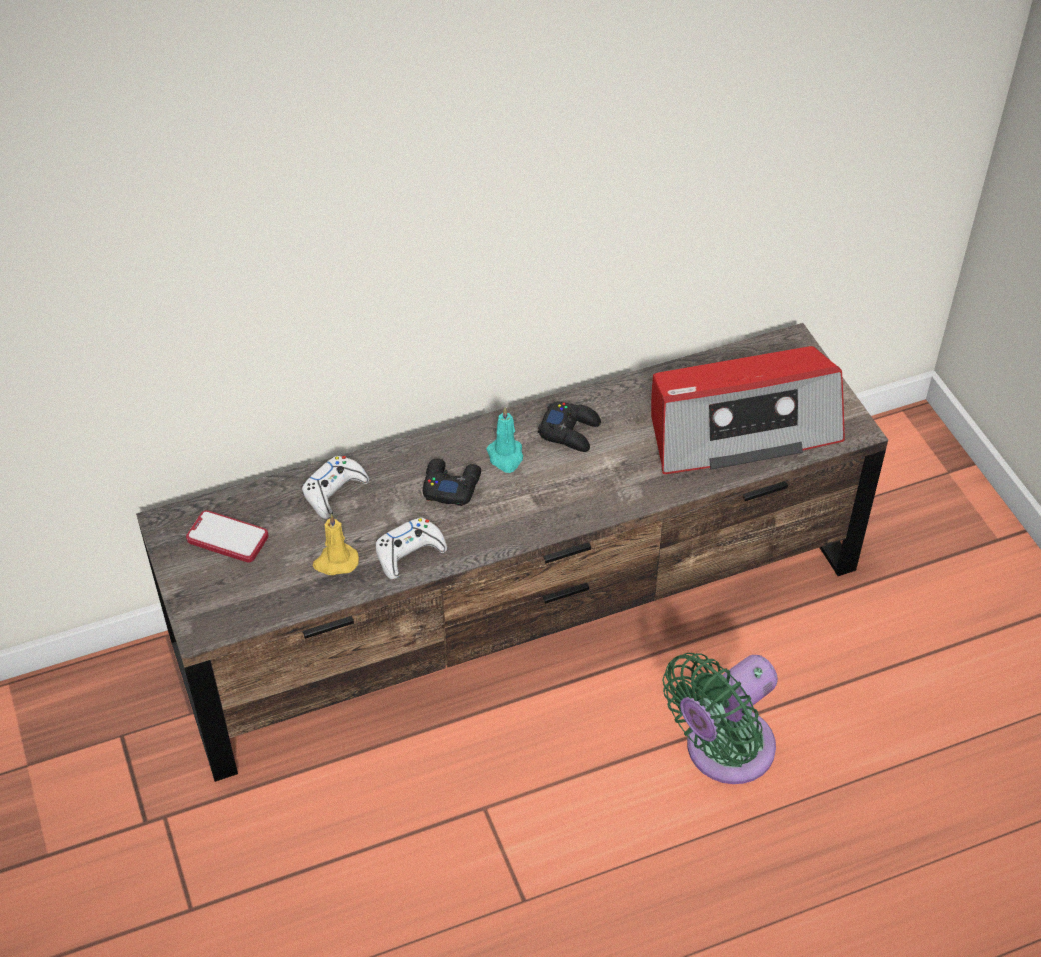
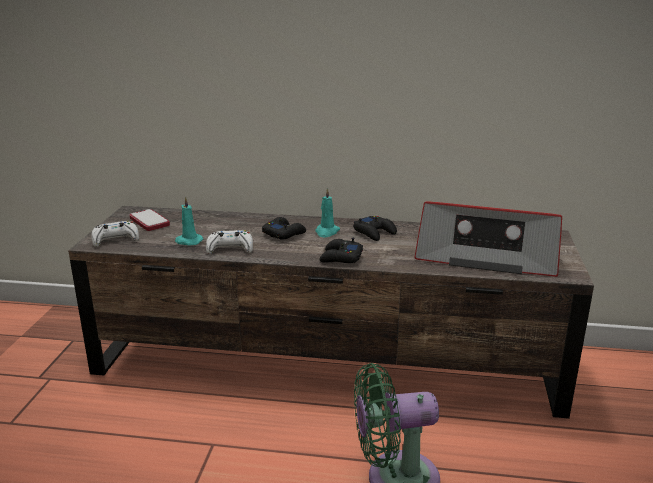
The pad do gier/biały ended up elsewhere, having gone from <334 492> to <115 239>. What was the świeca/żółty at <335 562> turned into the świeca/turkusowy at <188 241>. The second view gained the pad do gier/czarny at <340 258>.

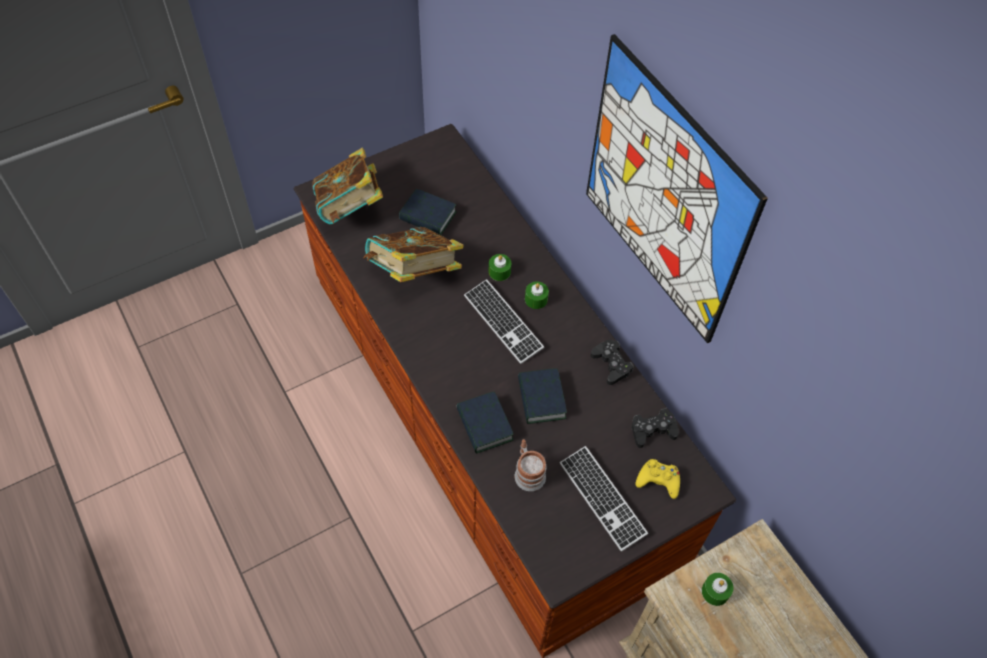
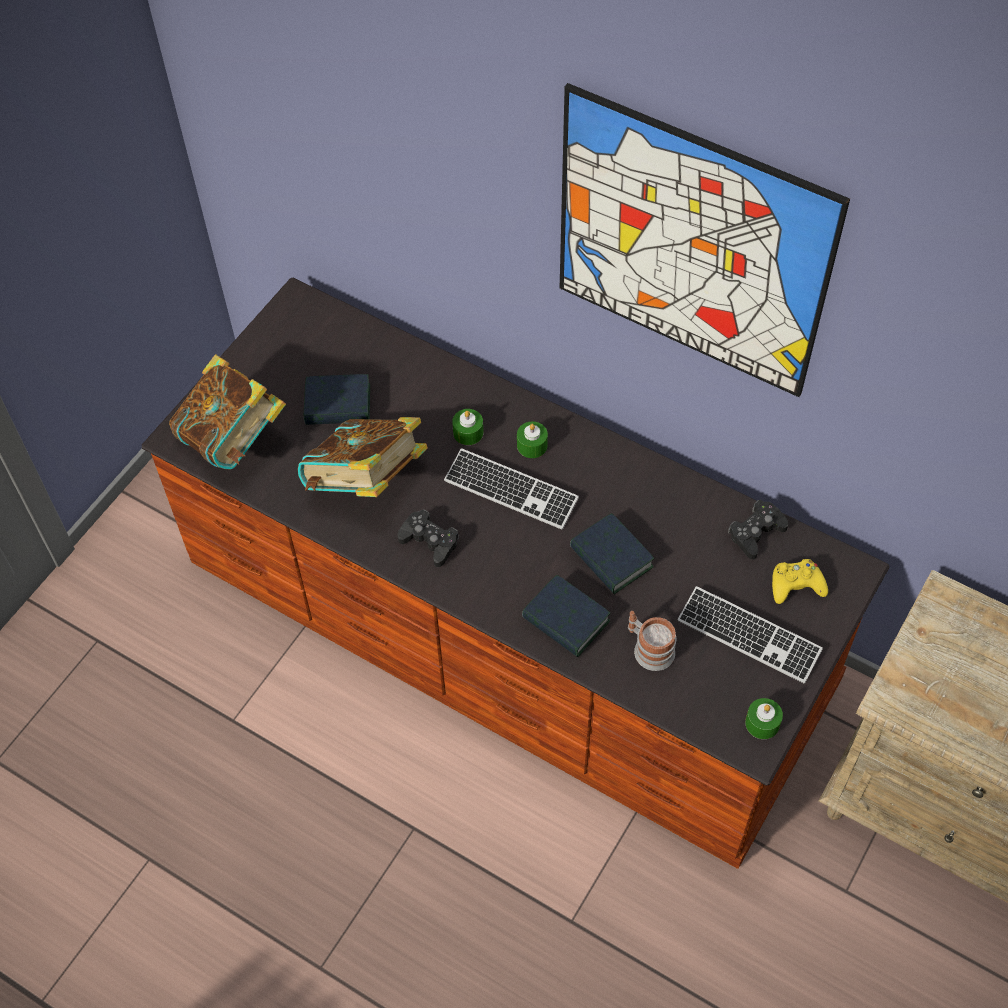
The pad do gier/czarny ended up elsewhere, having gone from <611 364> to <429 541>. The świeca/zielony ended up elsewhere, having gone from <715 592> to <762 723>.

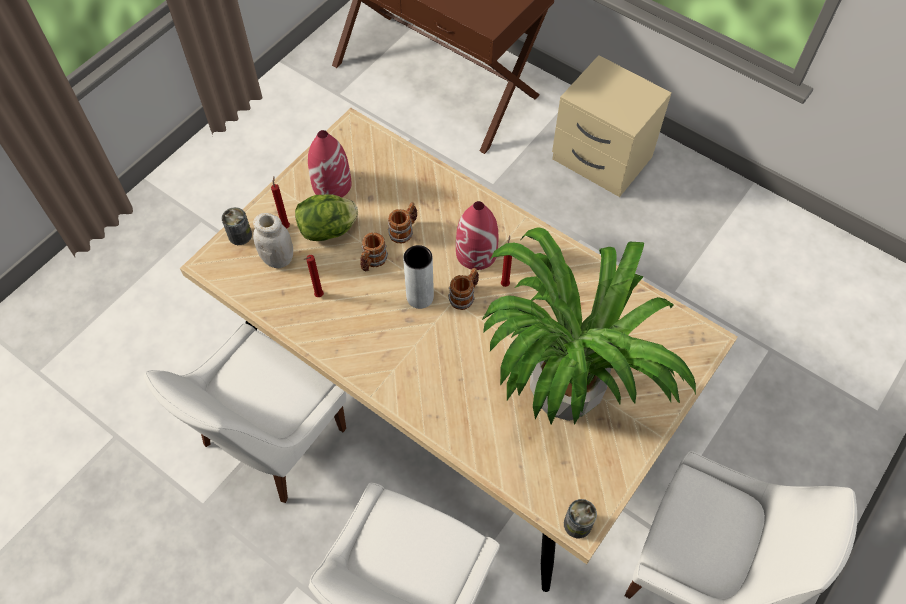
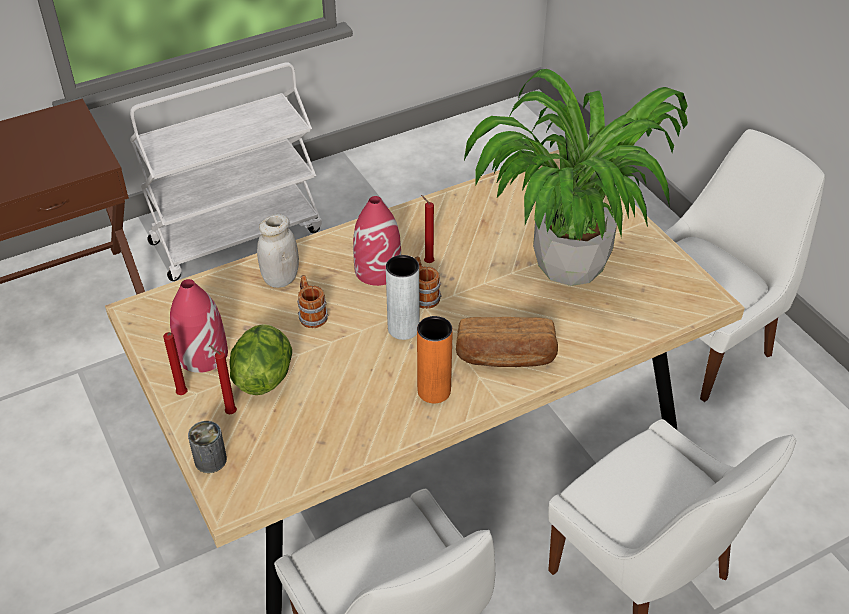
Where the szafka nocna/beżowy stood at <600 160>, the wózek/biały came to stand at <237 235>. The słoik/biały ended up elsewhere, having gone from <278 259> to <280 279>. The second view lost the kubek at <372 261>. The świeca/czerwony ended up elsewhere, having gone from <318 296> to <183 395>. The second view lost the puszka at <577 524>. The second view gained the wazon/pomarańczowy at <434 391>. The second view gained the chleb at <505 357>.

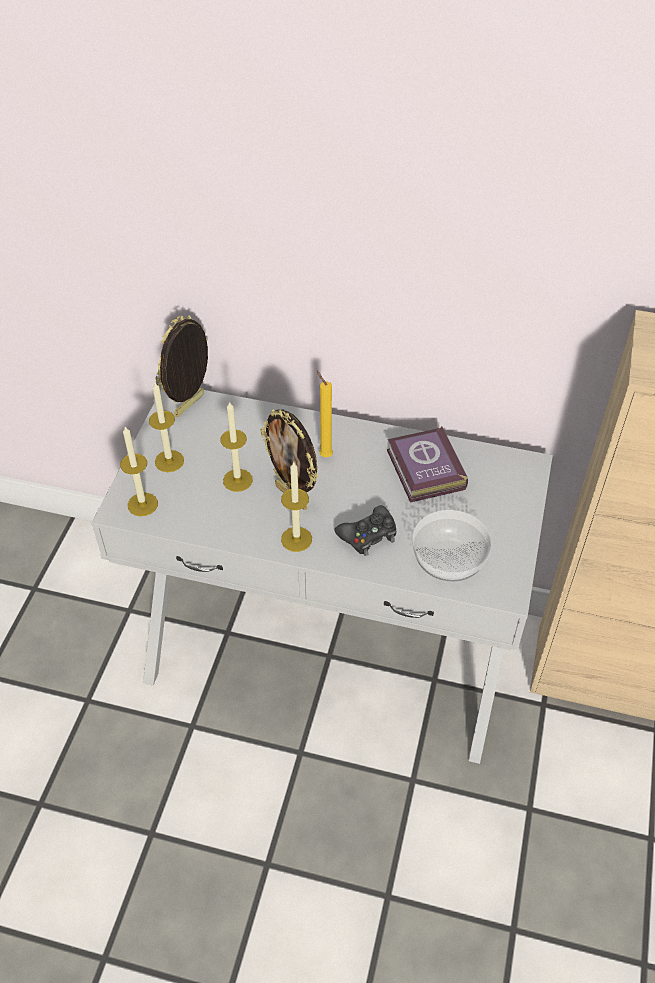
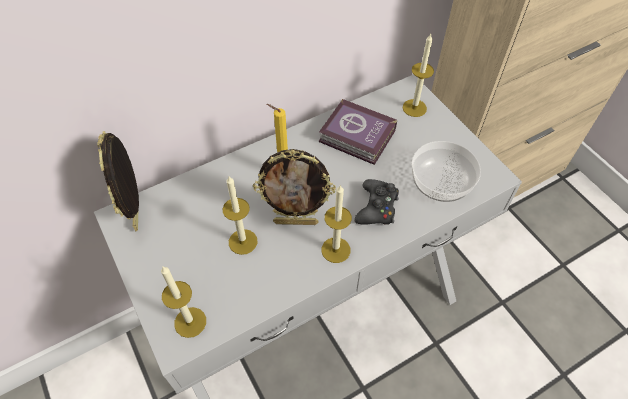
The świeca ended up elsewhere, having gone from <169 461> to <414 108>.

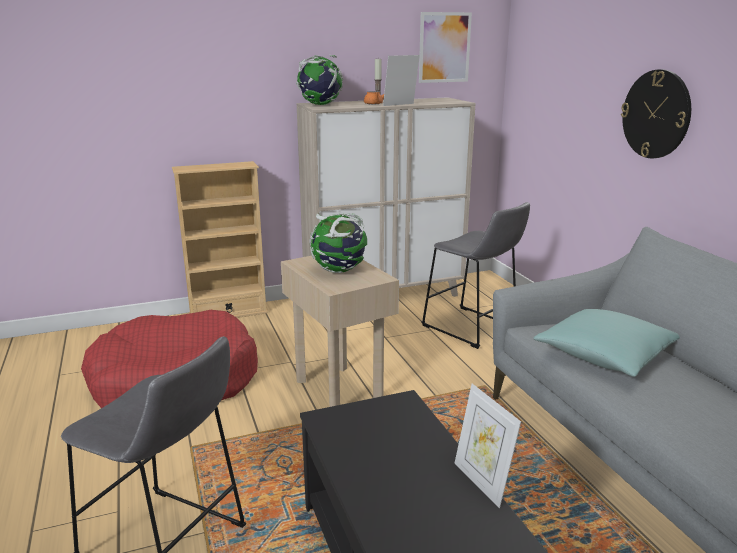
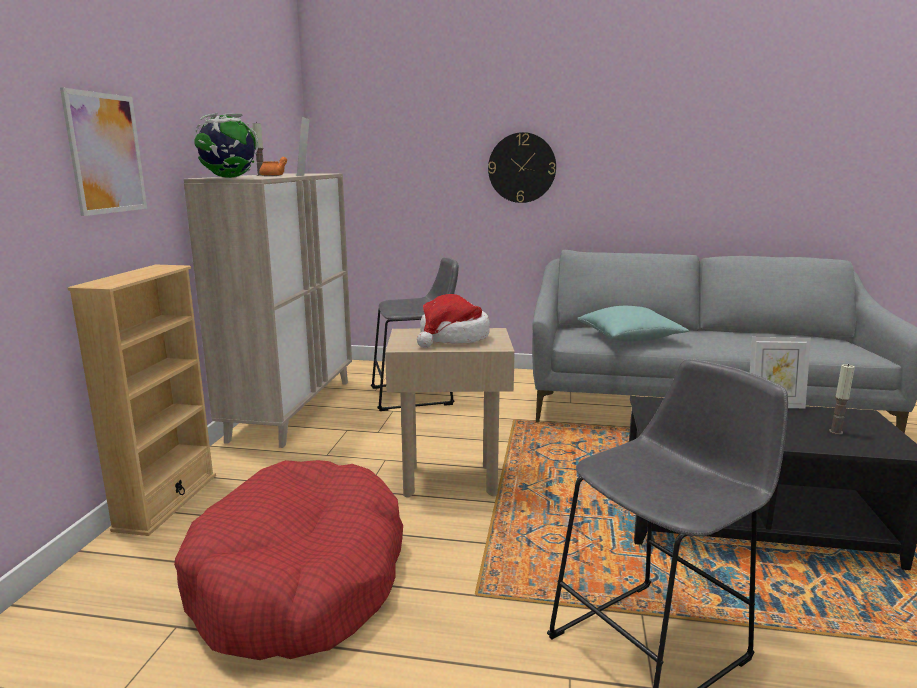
The obraz ended up elsewhere, having gone from <444 47> to <106 153>. Where the globus stood at <339 270>, the kapelusz came to stand at <453 338>. The second view gained the świeca at <836 432>.

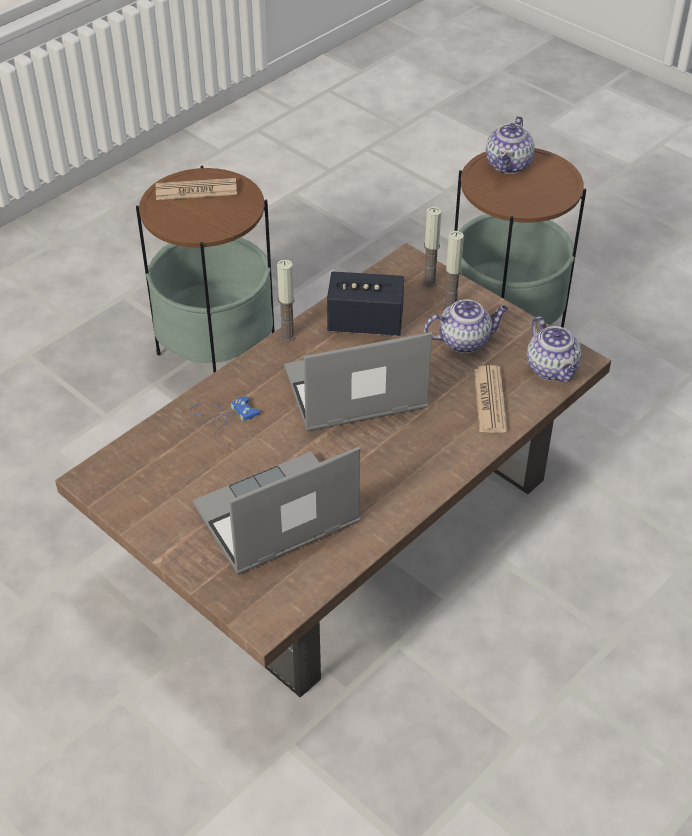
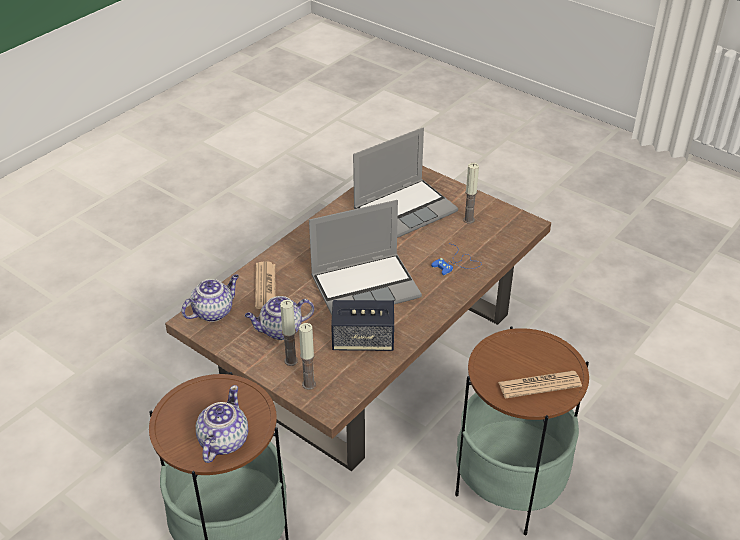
The świeca ended up elsewhere, having gone from <287 336> to <468 220>. The imbryk at <552 369> ended up facing another way, 75 degrees clockwise from before.

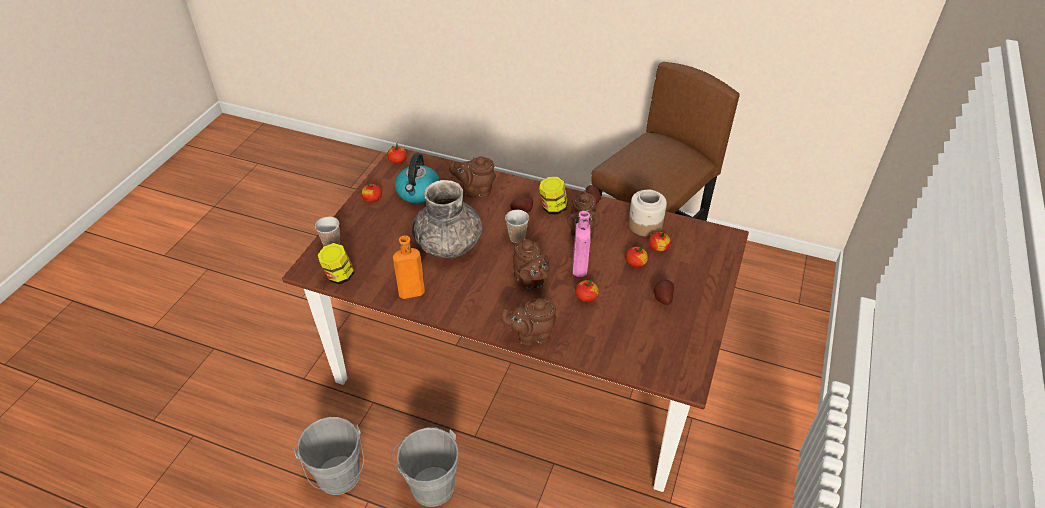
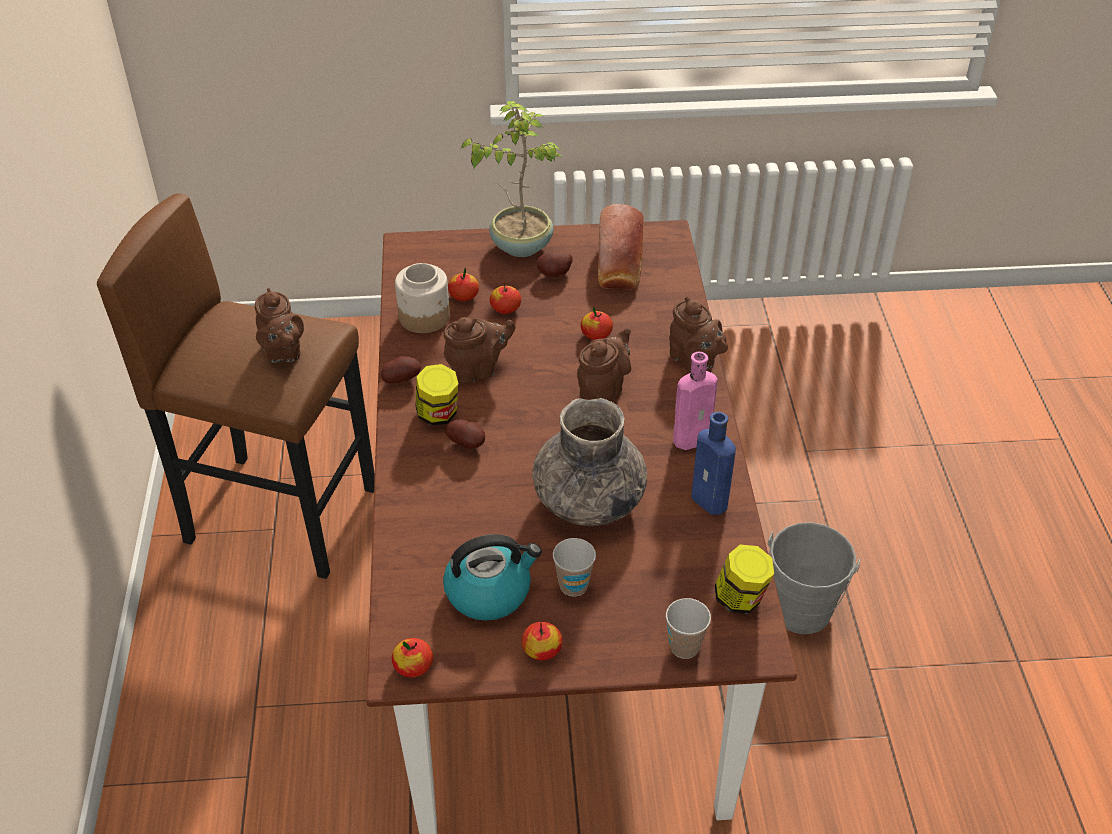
The imbryk/brązowy ended up elsewhere, having gone from <476 191> to <282 353>. The filiżanka ended up elsewhere, having gone from <517 237> to <573 585>. The butelka/różowy ended up elsewhere, having gone from <580 269> to <694 438>. What was the butelka/pomarańczowy at <409 292> turned into the butelka/niebieski at <711 502>. The second view lost the wiadro/szary at <340 480>. The second view gained the roślina doniczkowa at <520 245>. The second view gained the chleb at <619 266>.

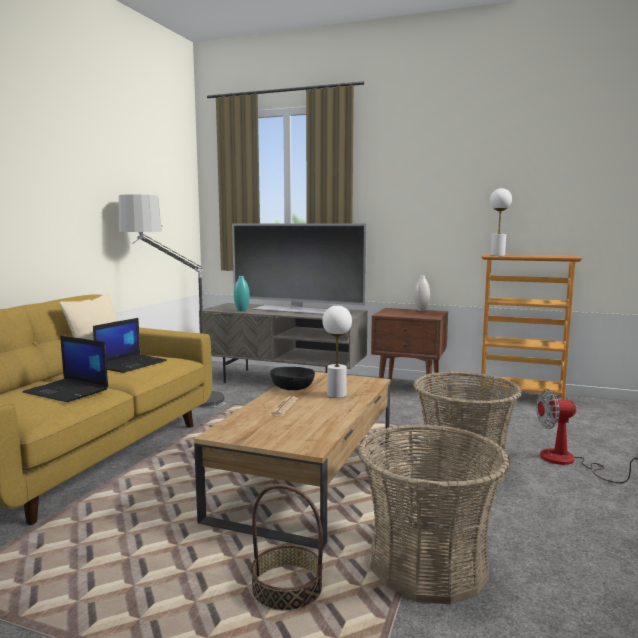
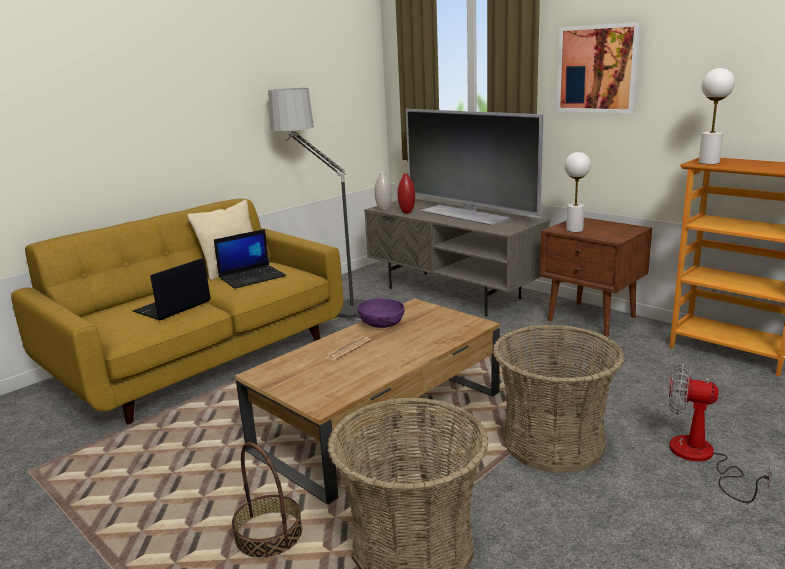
What was the wazon/turkusowy at <242 310> turned into the wazon/czerwony at <407 212>. The wazon/biały ended up elsewhere, having gone from <421 310> to <384 210>. The lampa stołowa/biały ended up elsewhere, having gone from <336 395> to <574 230>. The laptop at <68 391> ended up facing another way, 75 degrees clockwise from before. What was the miska/czarny at <292 388> turned into the miska/fioletowy at <381 324>. The second view gained the obraz at <597 69>.

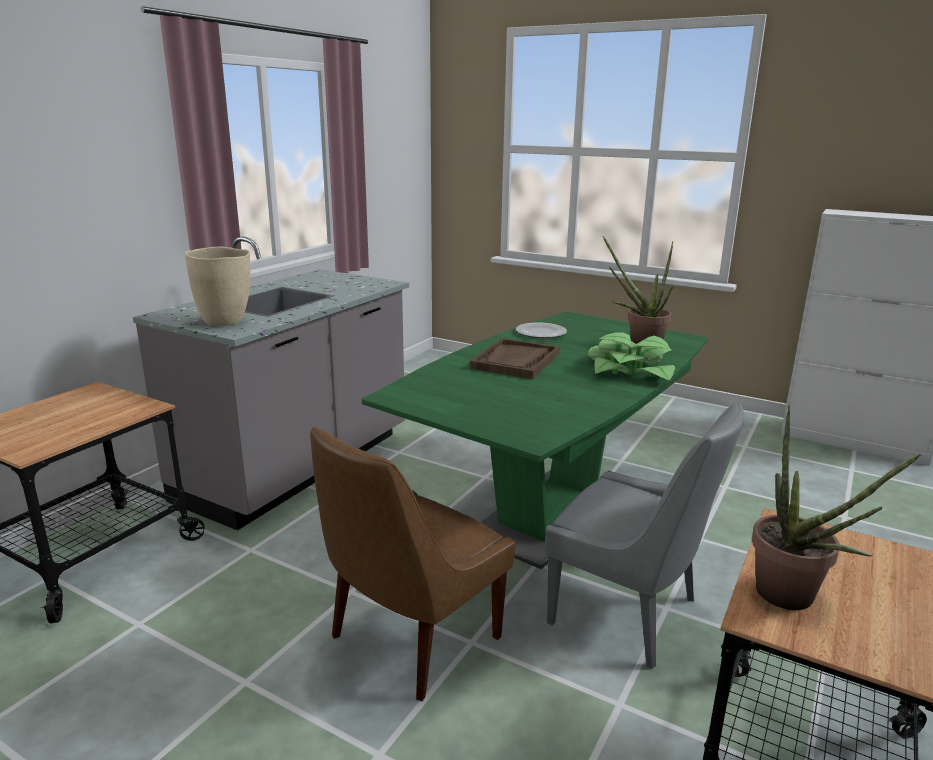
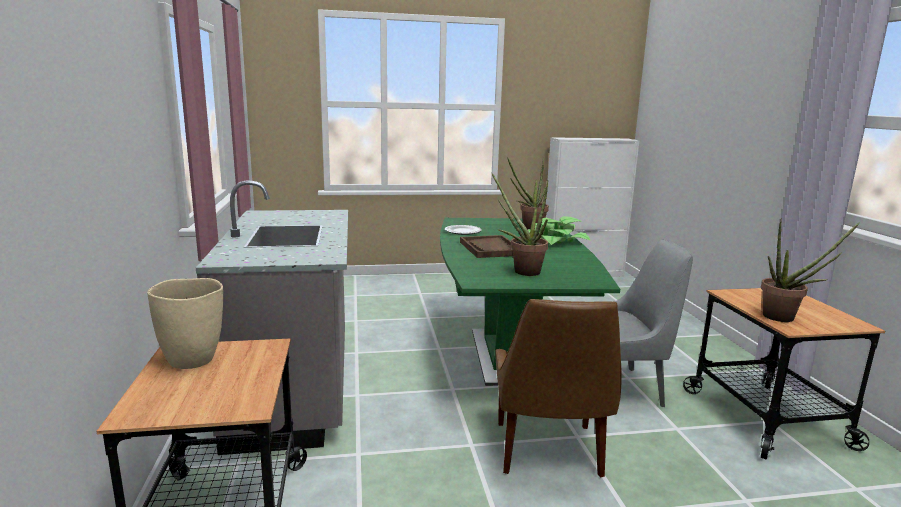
The wazon/beżowy ended up elsewhere, having gone from <225 321> to <193 360>. The second view gained the roślina doniczkowa at <521 271>.

